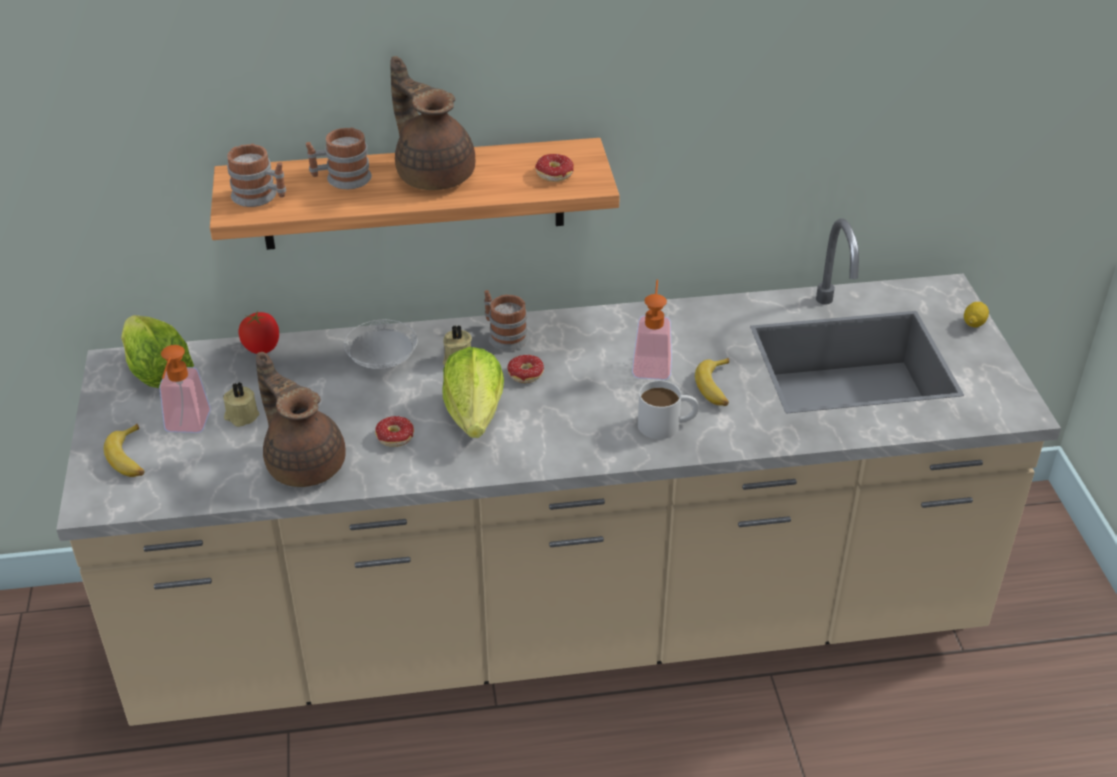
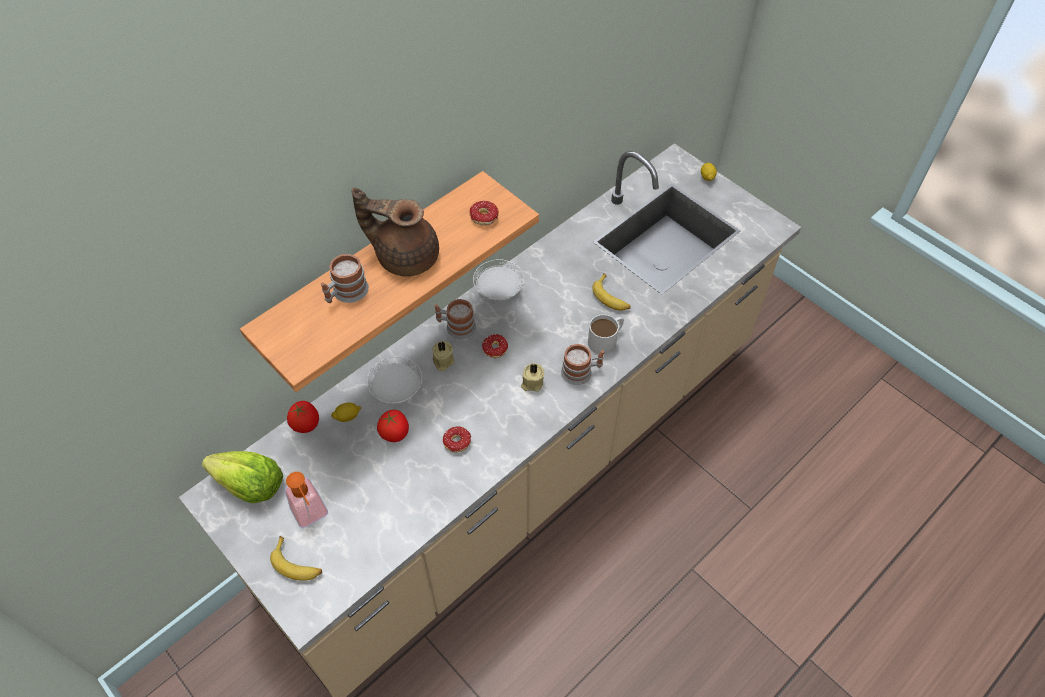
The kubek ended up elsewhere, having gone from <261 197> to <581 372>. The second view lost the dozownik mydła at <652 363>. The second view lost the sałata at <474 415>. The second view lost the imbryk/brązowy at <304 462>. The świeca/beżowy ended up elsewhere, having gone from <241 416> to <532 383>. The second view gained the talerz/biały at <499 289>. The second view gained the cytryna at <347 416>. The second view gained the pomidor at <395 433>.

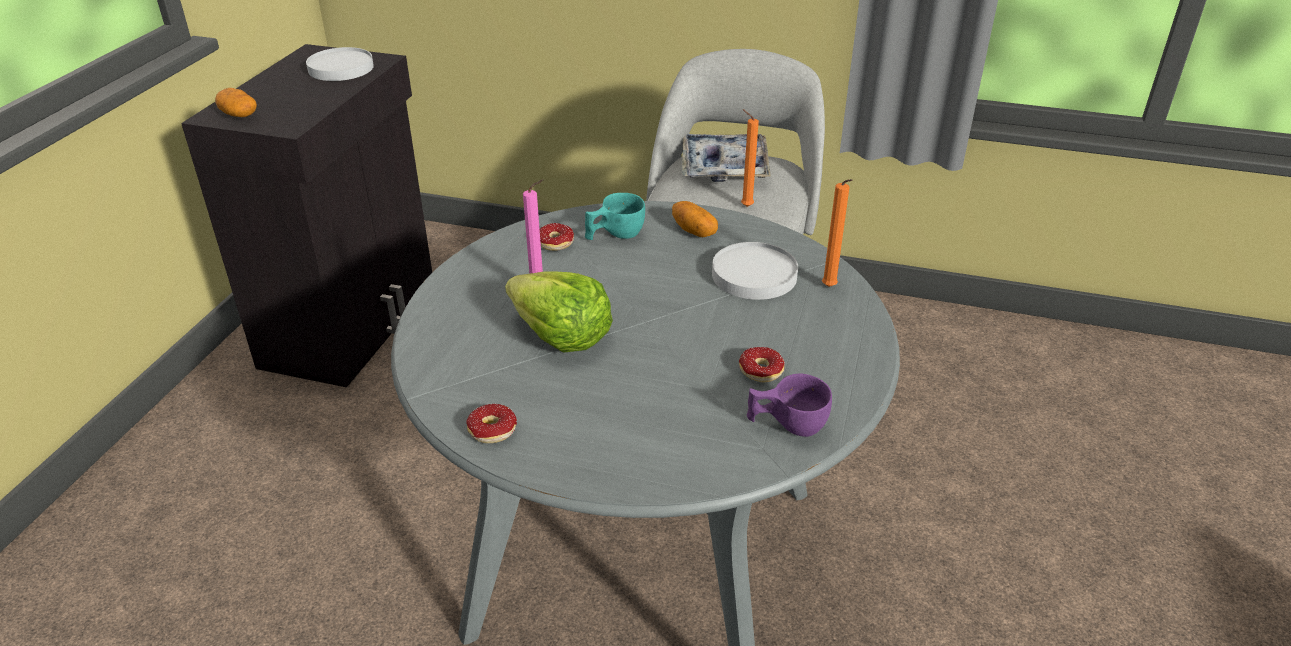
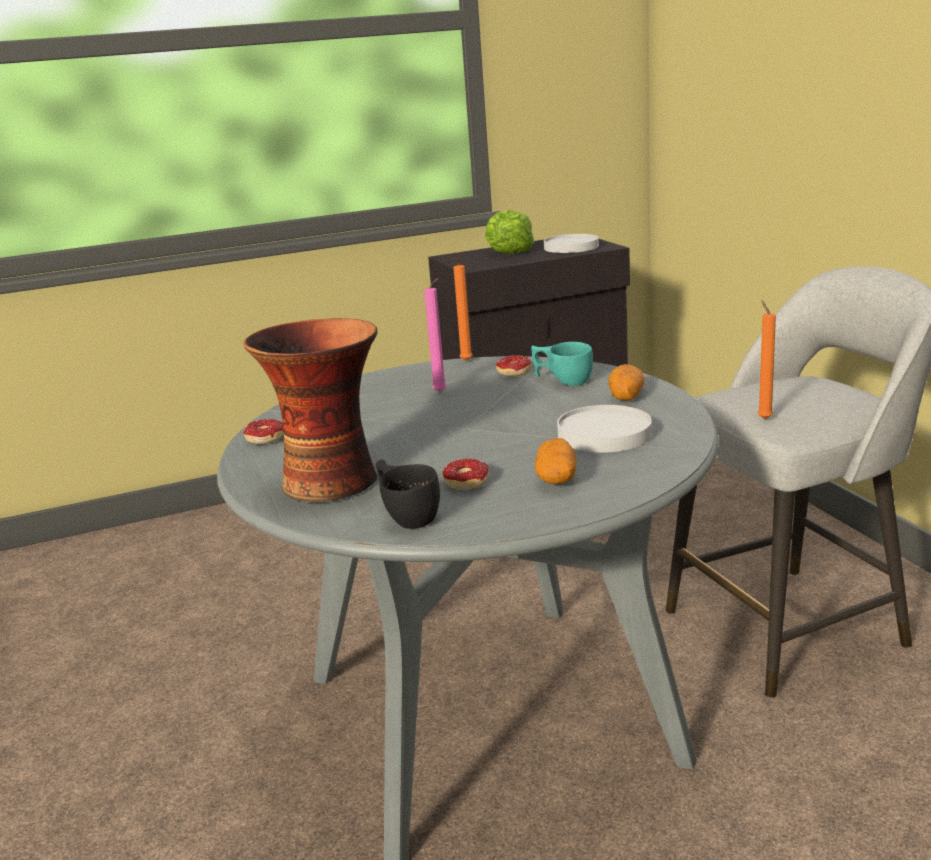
The ziemniak ended up elsewhere, having gone from <238 115> to <556 478>. The second view lost the taca at <724 166>. The świeca/pomarańczowy ended up elsewhere, having gone from <830 288> to <465 361>. The sałata ended up elsewhere, having gone from <561 336> to <509 250>. What was the filiżanka/fioletowy at <786 424> turned into the filiżanka/czarny at <407 515>. The second view gained the wazon at <332 481>.

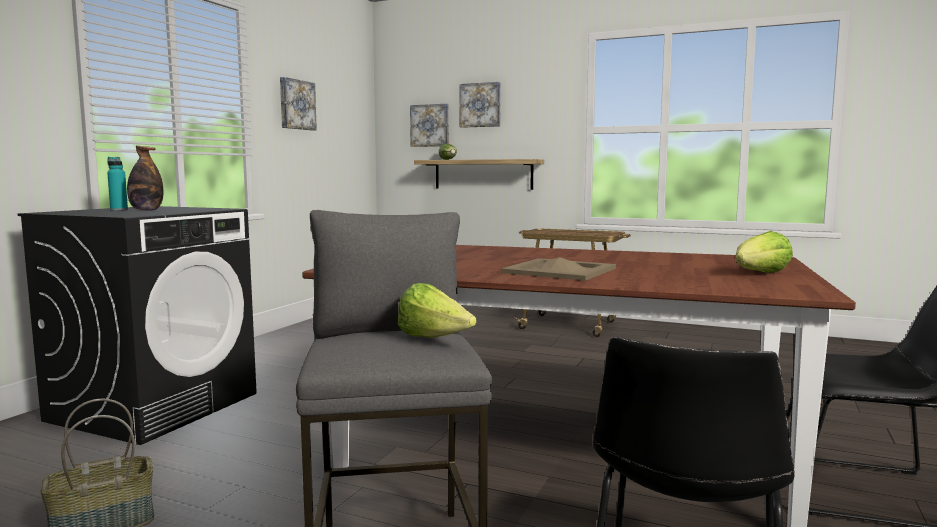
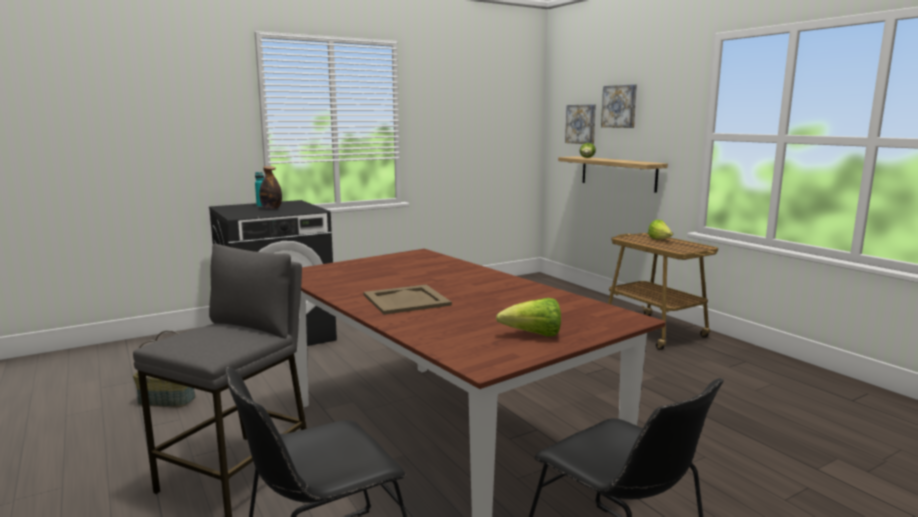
The second view lost the obraz at <296 104>. The sałata ended up elsewhere, having gone from <434 339> to <660 240>.

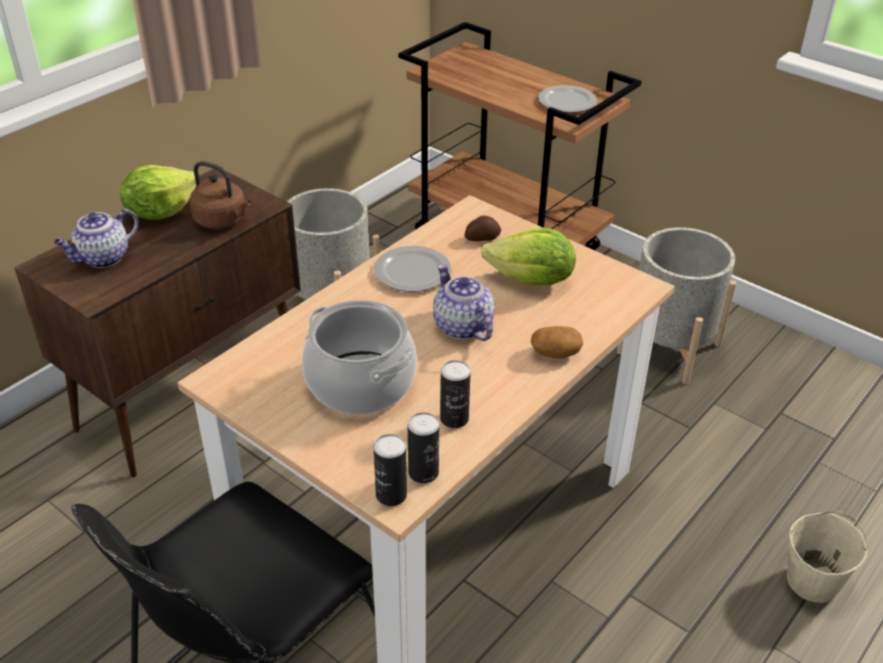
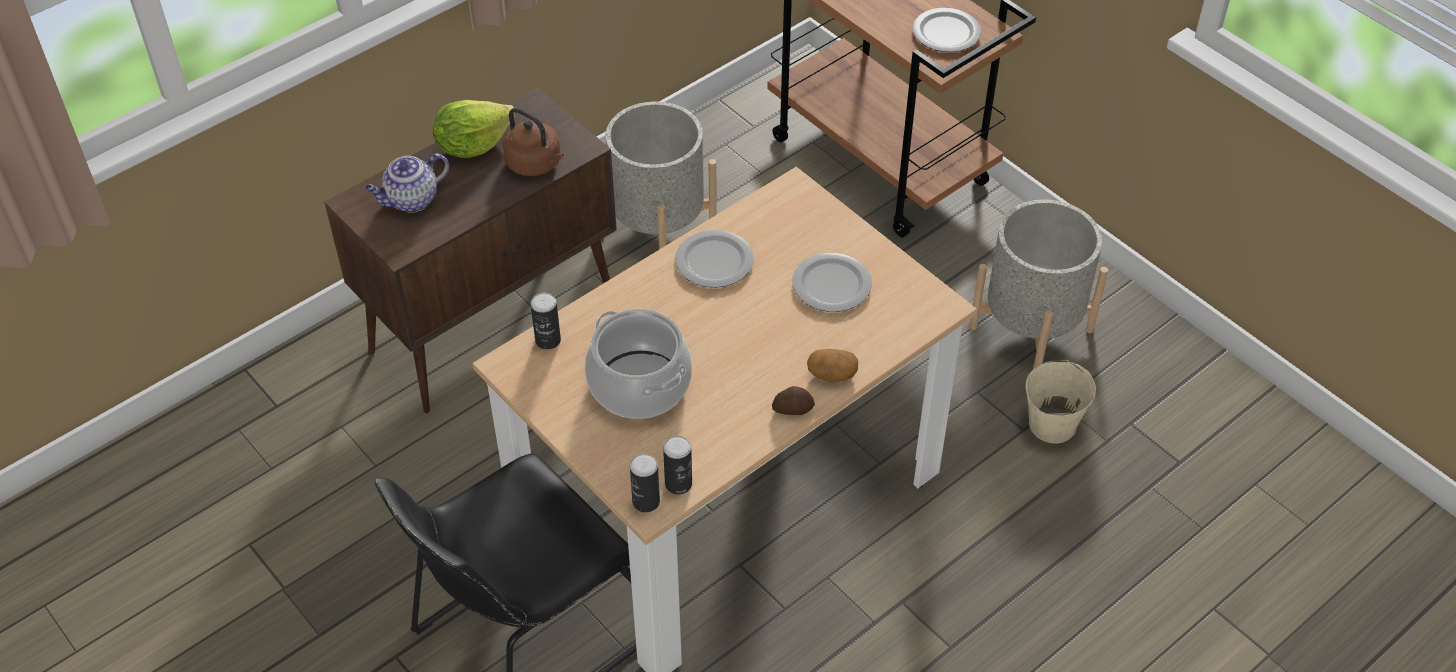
The ziemniak ended up elsewhere, having gone from <482 238> to <792 408>. Where the sałata stood at <532 281>, the talerz came to stand at <832 286>. The second view lost the imbryk at <462 327>. The puszka ended up elsewhere, having gone from <454 418> to <548 340>. The wiadro/beżowy ended up elsewhere, having gone from <812 581> to <1052 424>.

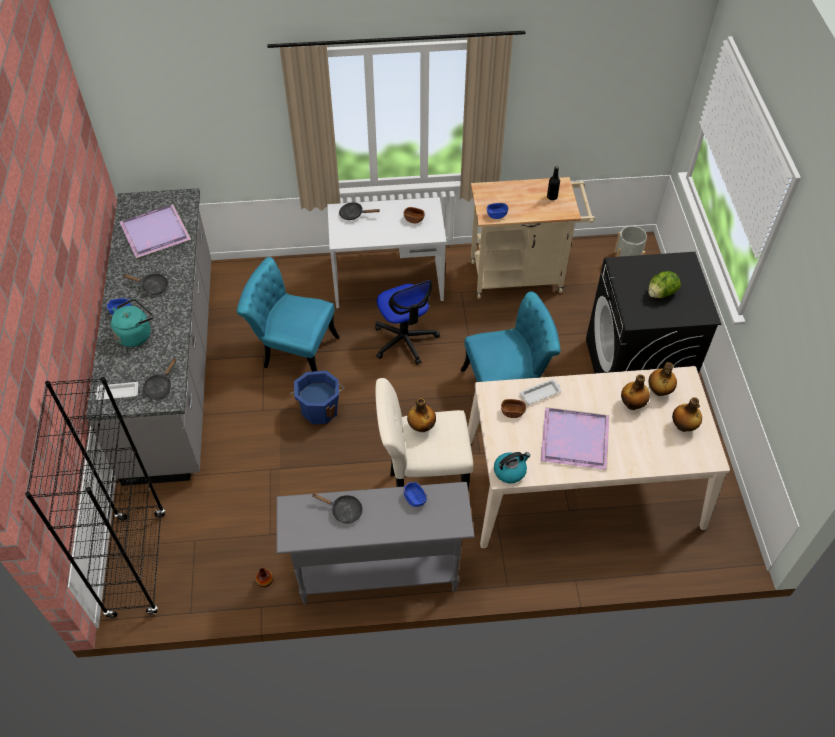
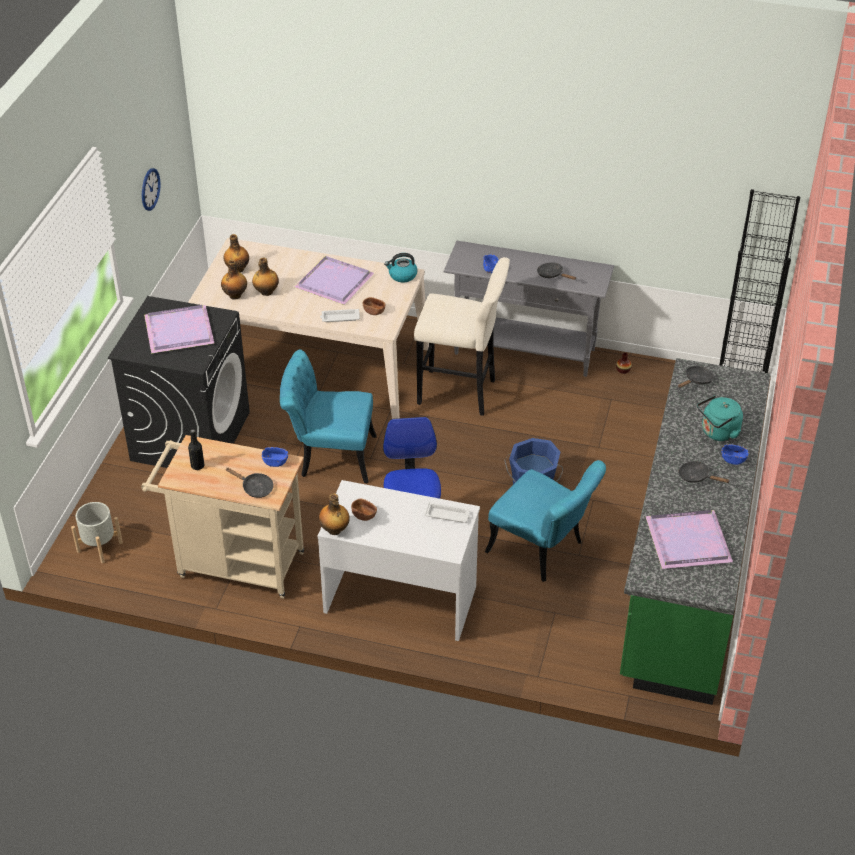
What was the zabudowa kuchenna/szary at <173 367> turned into the zabudowa kuchenna/zielony at <686 570>. The patelnia/czarny ended up elsewhere, having gone from <354 214> to <255 488>. Where the sałata stood at <661 293>, the taca/fioletowy came to stand at <177 330>. The taca/biały ended up elsewhere, having gone from <117 393> to <448 515>. The butelka ended up elsewhere, having gone from <421 426> to <334 530>. The second view gained the zegar ścienny at <150 189>.

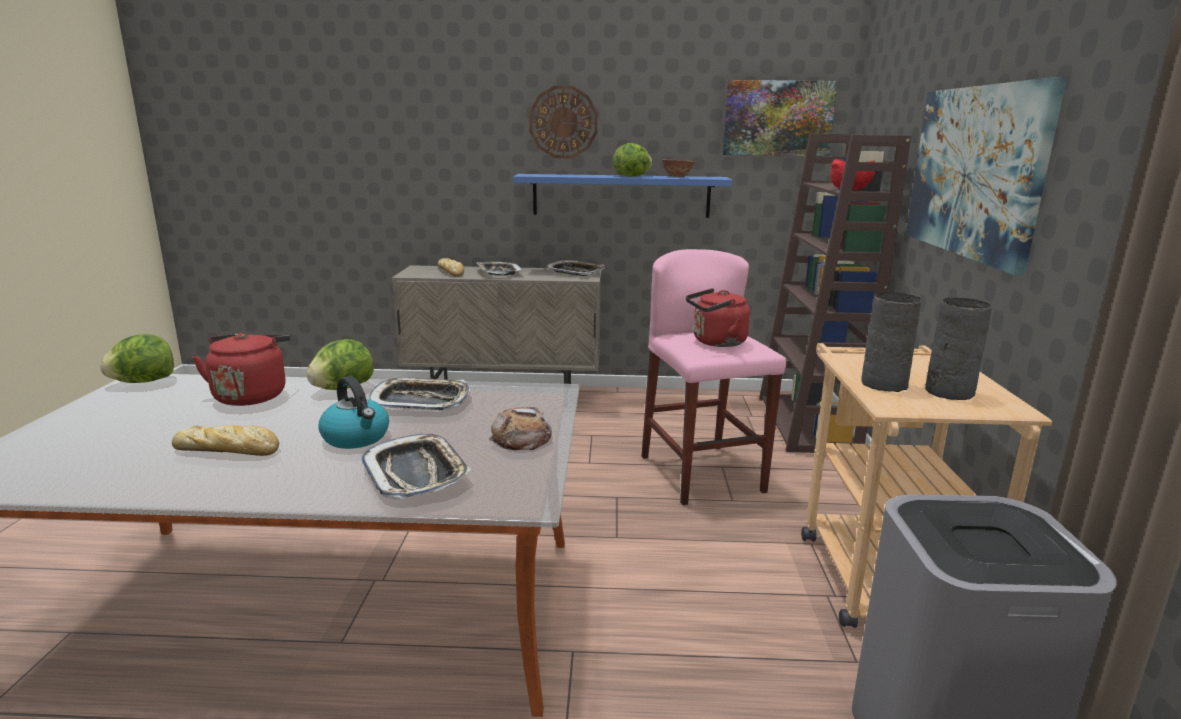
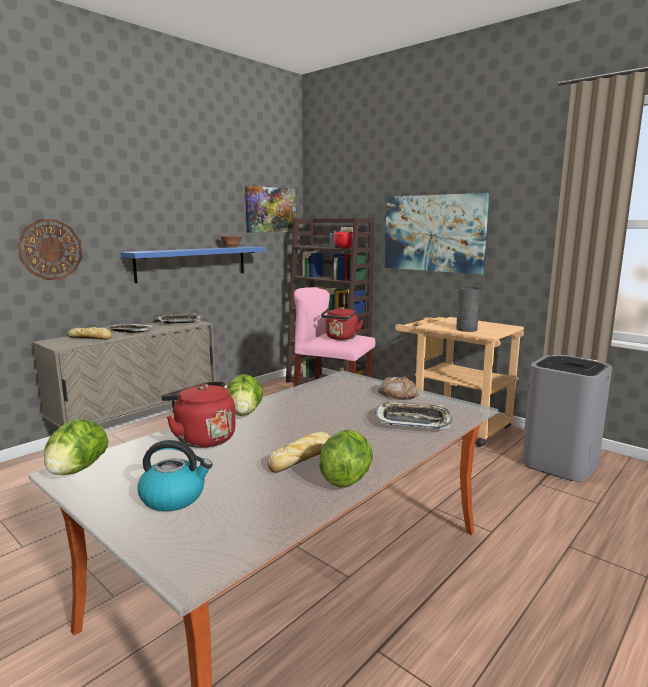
The zegar ścienny ended up elsewhere, having gone from <563 122> to <50 249>. The sałata ended up elsewhere, having gone from <632 176> to <346 479>. The second view lost the wazon/szary at <947 392>. The czajnik ended up elsewhere, having gone from <356 438> to <174 497>. The second view lost the taca at <420 401>.

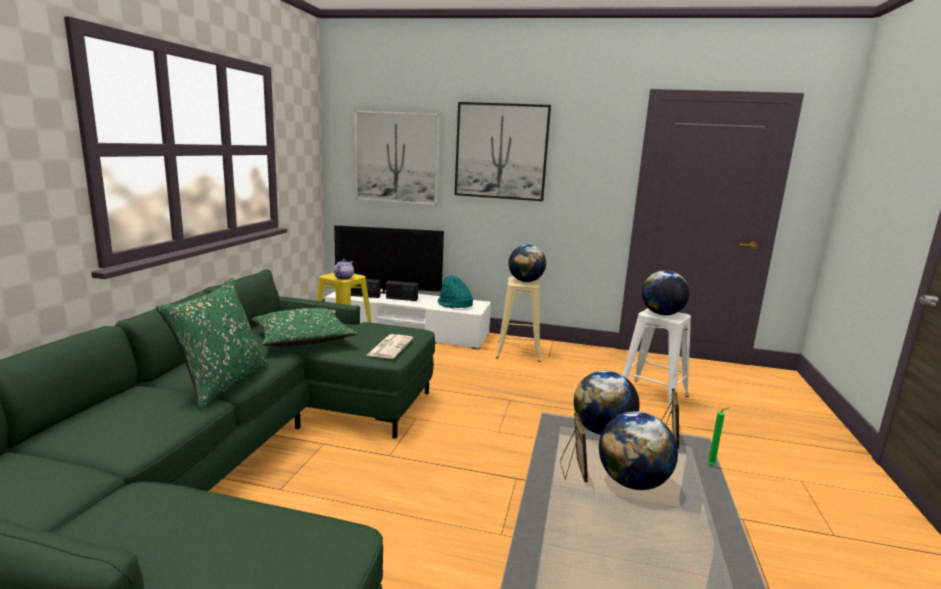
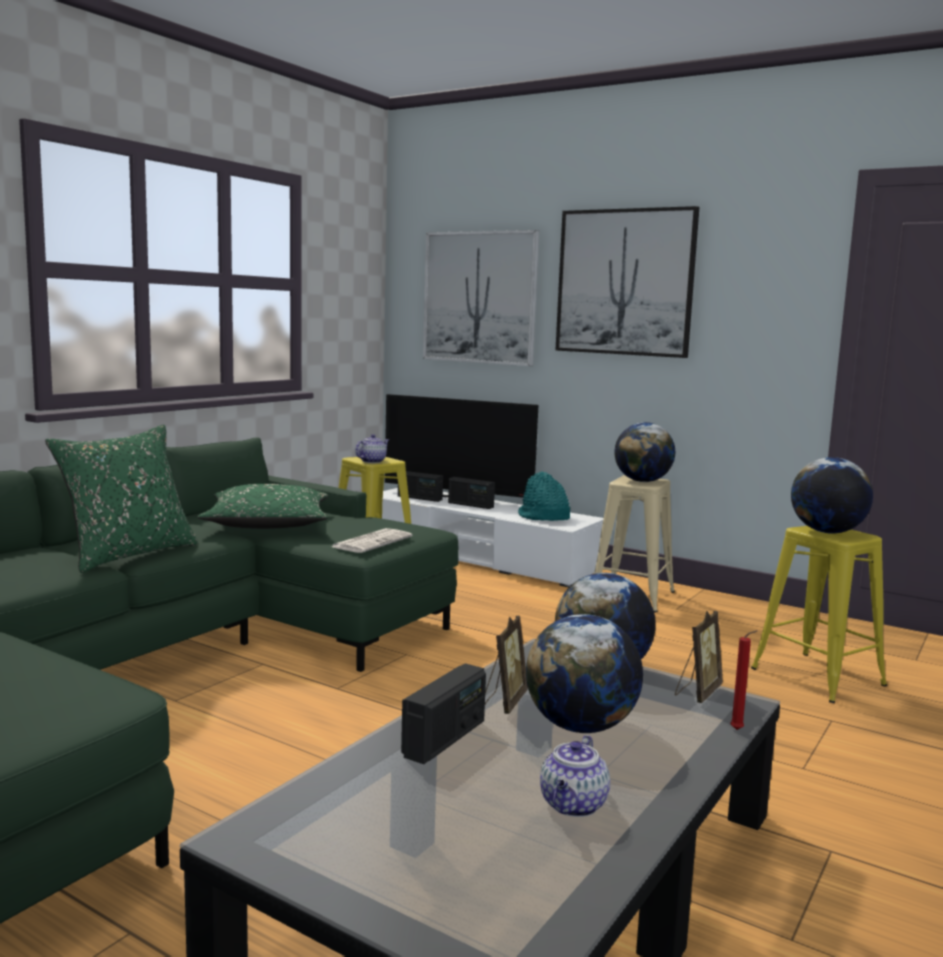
What was the stołek/biały at <652 396> turned into the stołek/żółty at <817 677>. What was the świeca/zielony at <712 465> turned into the świeca/czerwony at <739 730>. The second view gained the radio at <445 739>. The second view gained the imbryk at <573 806>.

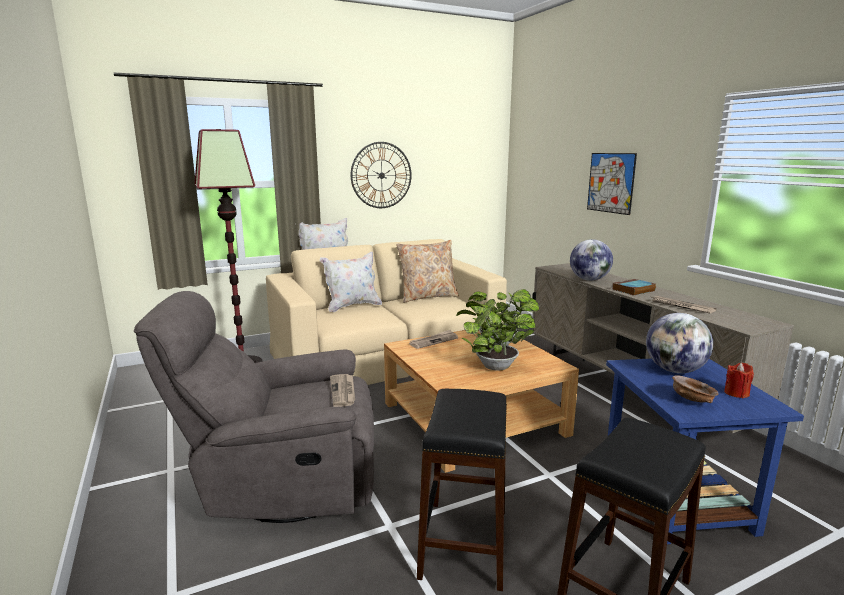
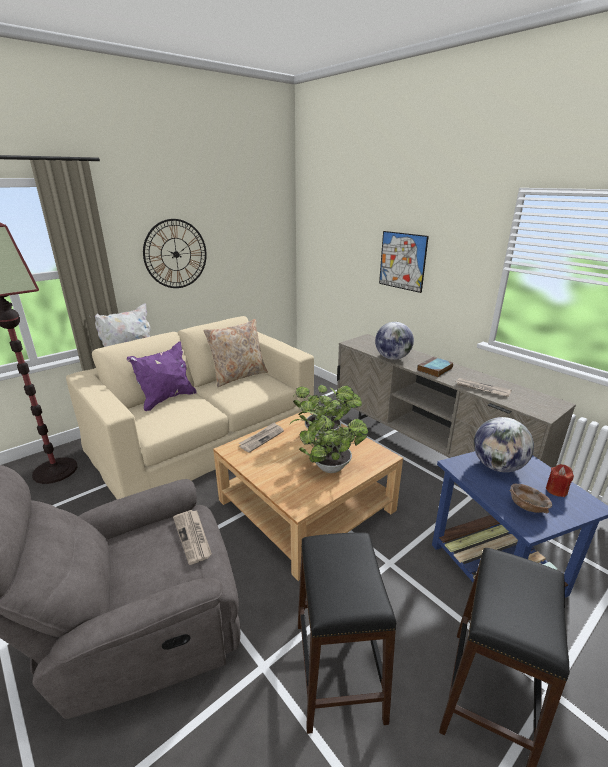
What was the poduszka/biały at <352 306> turned into the poduszka/fioletowy at <167 399>.

